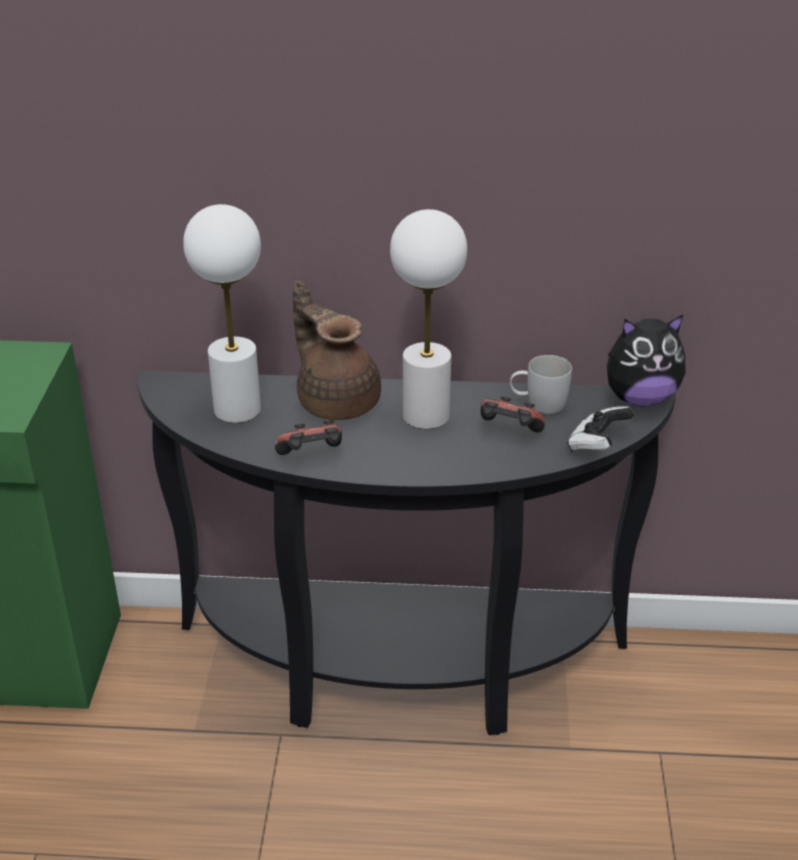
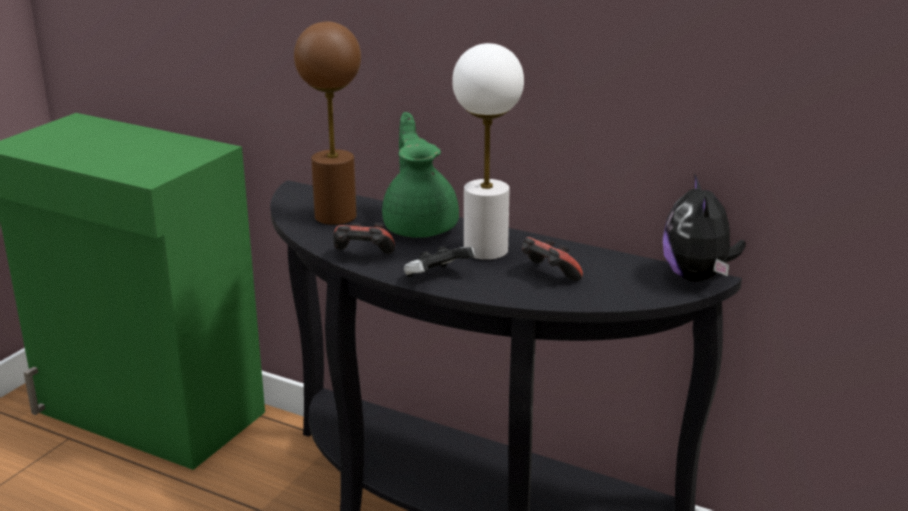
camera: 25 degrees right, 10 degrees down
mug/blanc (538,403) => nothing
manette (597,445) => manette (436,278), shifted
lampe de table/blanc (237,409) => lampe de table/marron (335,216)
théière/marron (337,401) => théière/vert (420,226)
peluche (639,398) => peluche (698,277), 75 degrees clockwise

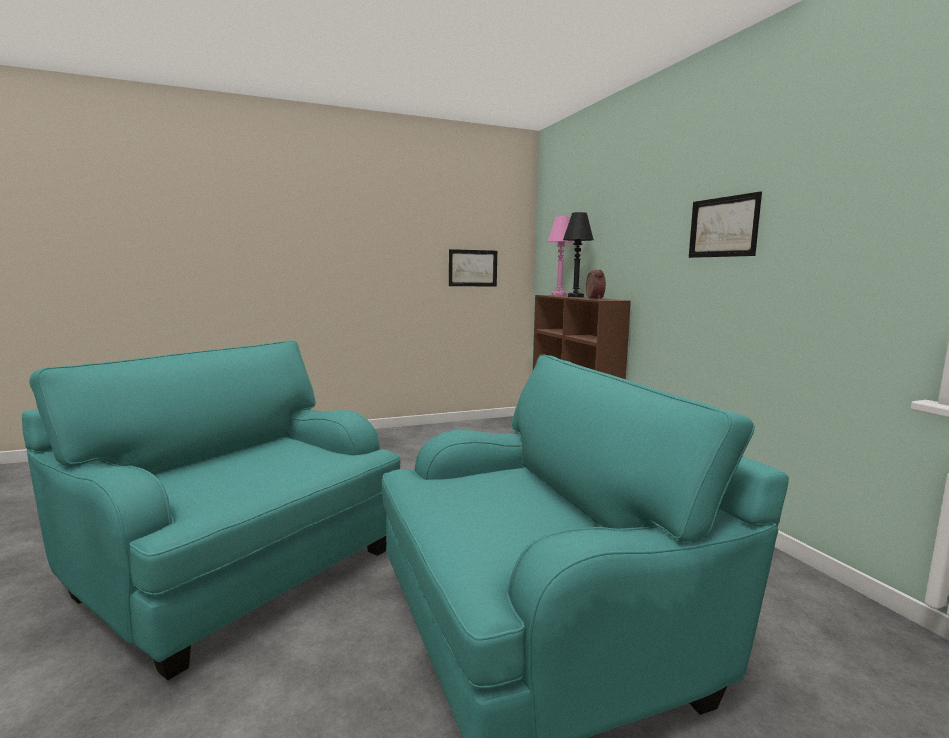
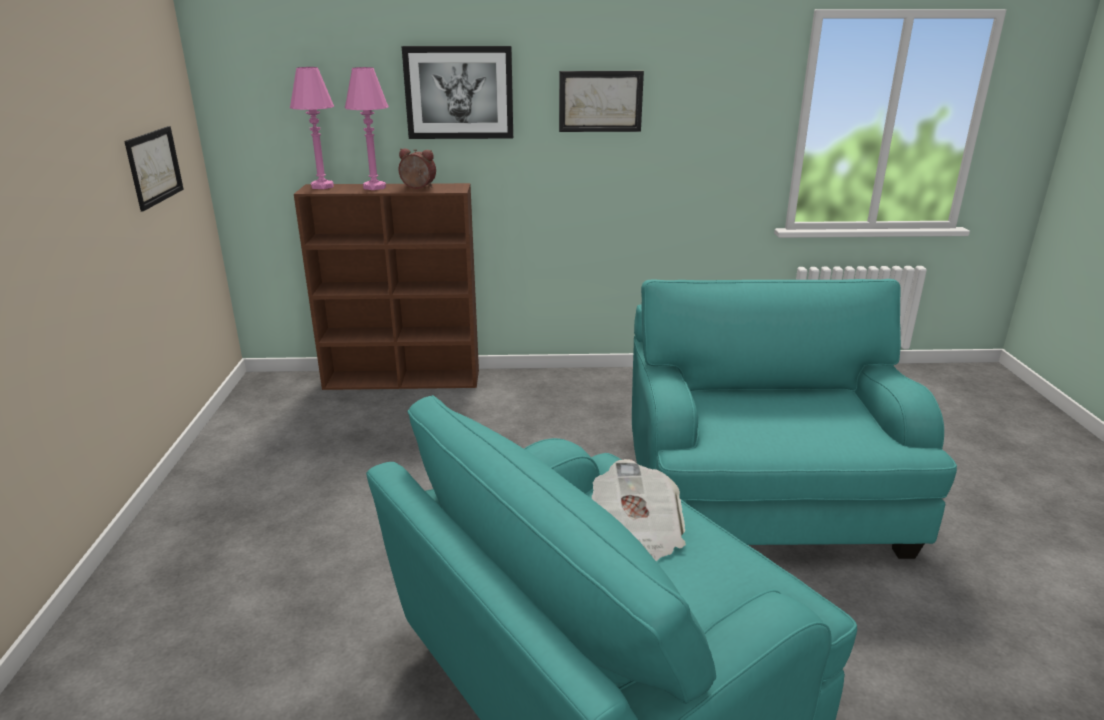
camera: 70 degrees left, 15 degrees up
nothing => tableau (459,93)
nothing => journal (637,535)
lampe de table/noir (575,296) => lampe de table/rose (374,187)

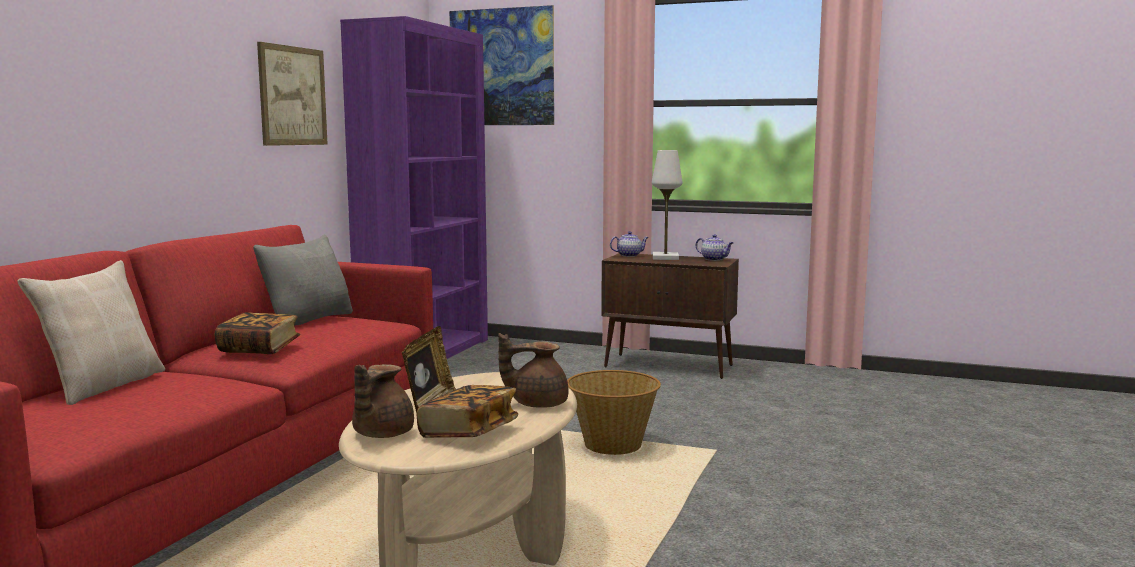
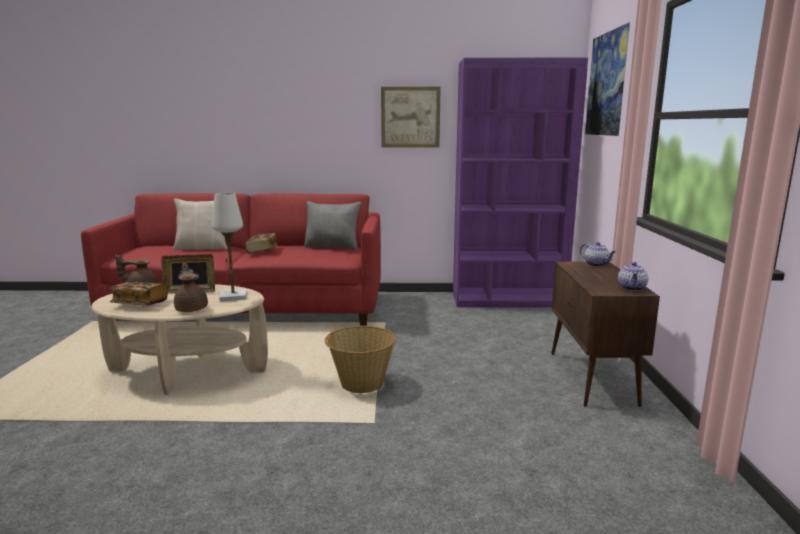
camera: 70 degrees right, 5 degrees up
lampe de table/blanc (665,258) => lampe de table/blanc (233,296), shifted

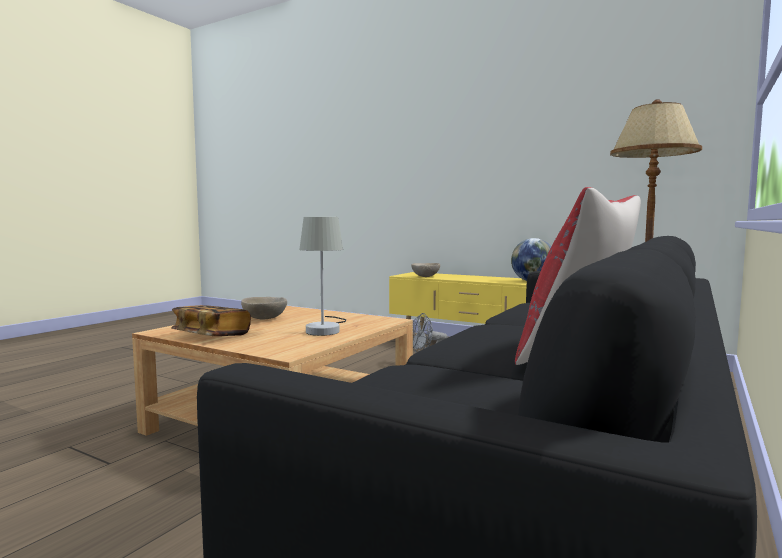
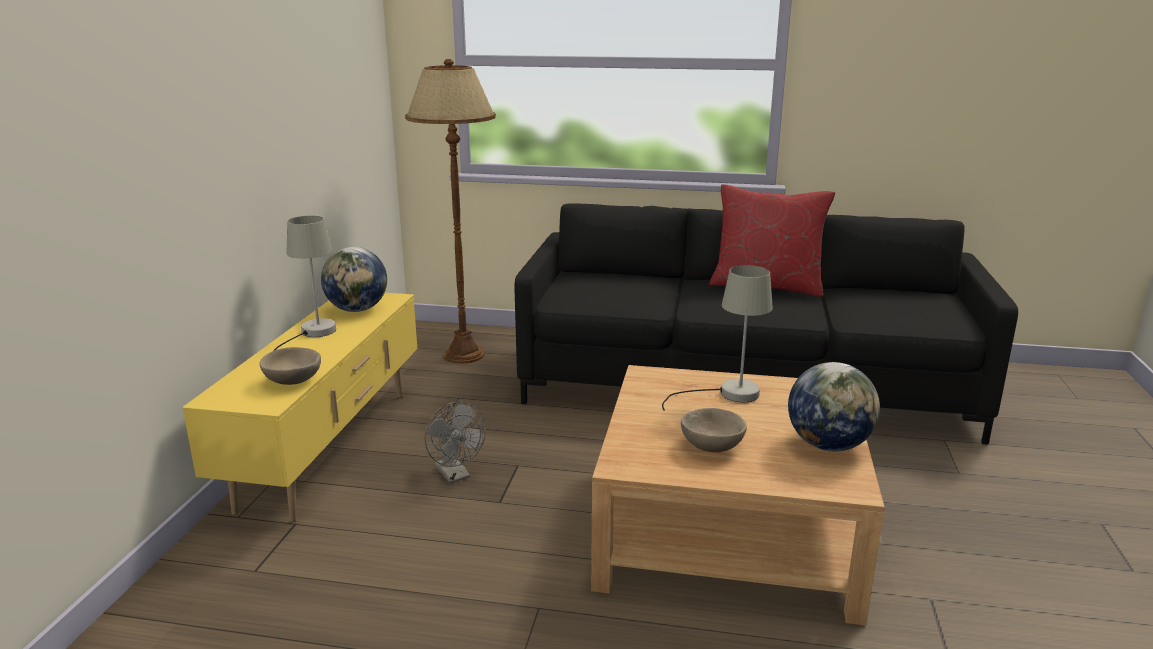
camera: 110 degrees left, 15 degrees up
nothing => lampe de table/gris (312,335)
livre (211,336) => globe (828,445)

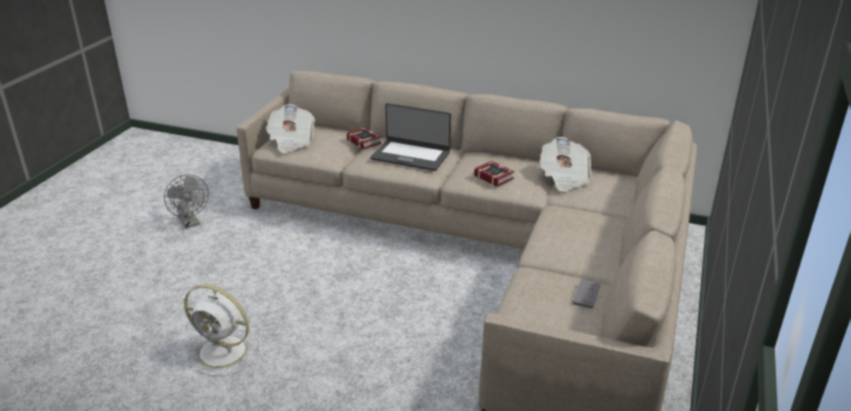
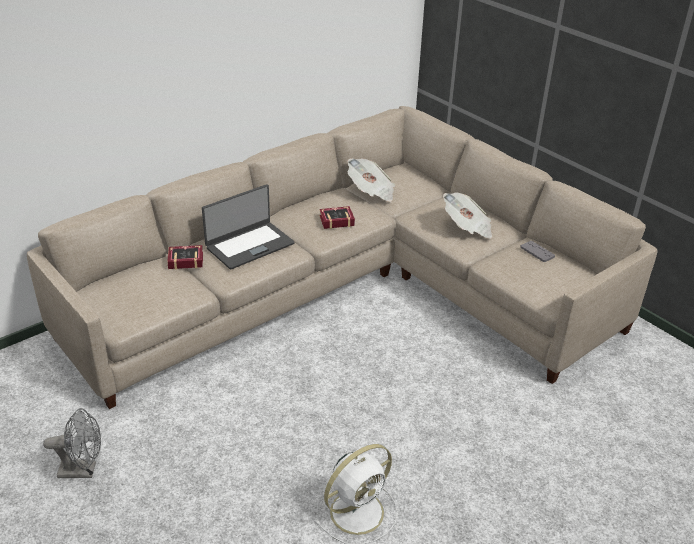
camera: 60 degrees left, 5 degrees up
journal (291,141) => journal (467,228), shifted

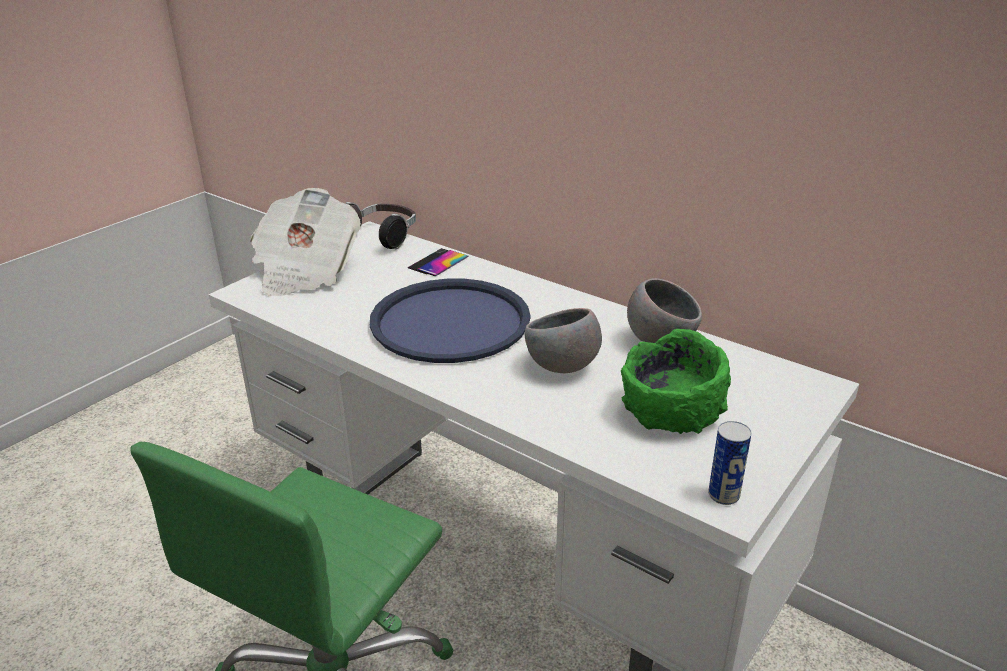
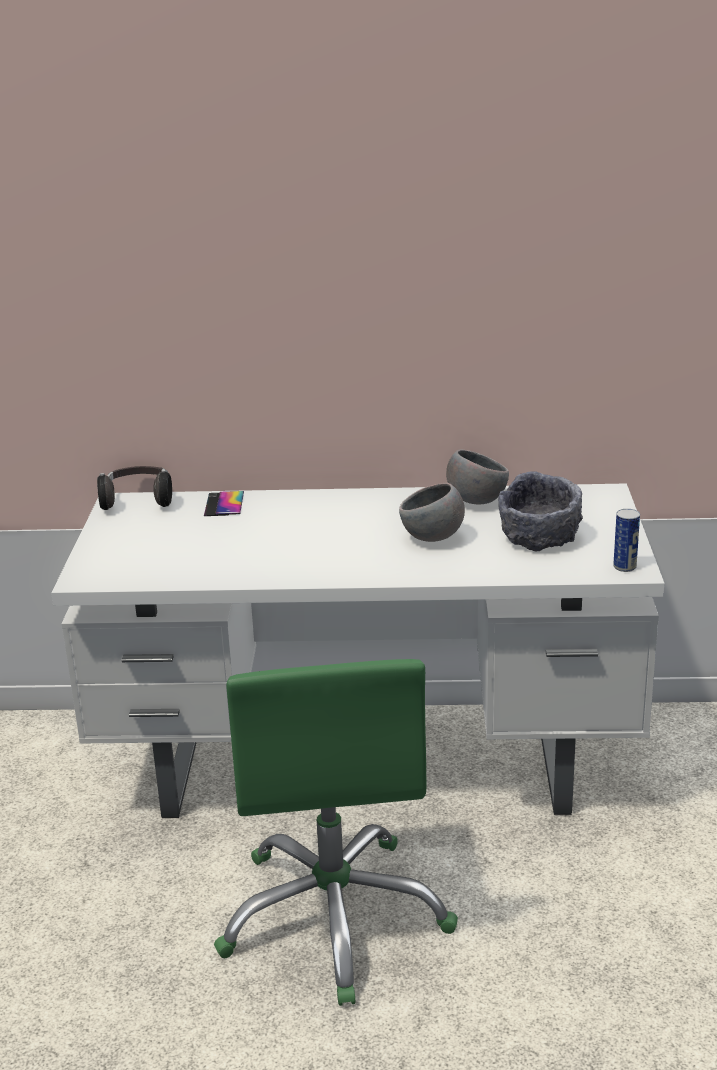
camera: 35 degrees left, 5 degrees down
journal (305,270) => nothing
plateau/bleu (450,322) => nothing
bol/vert (672,412) => bol/gris (539,538)

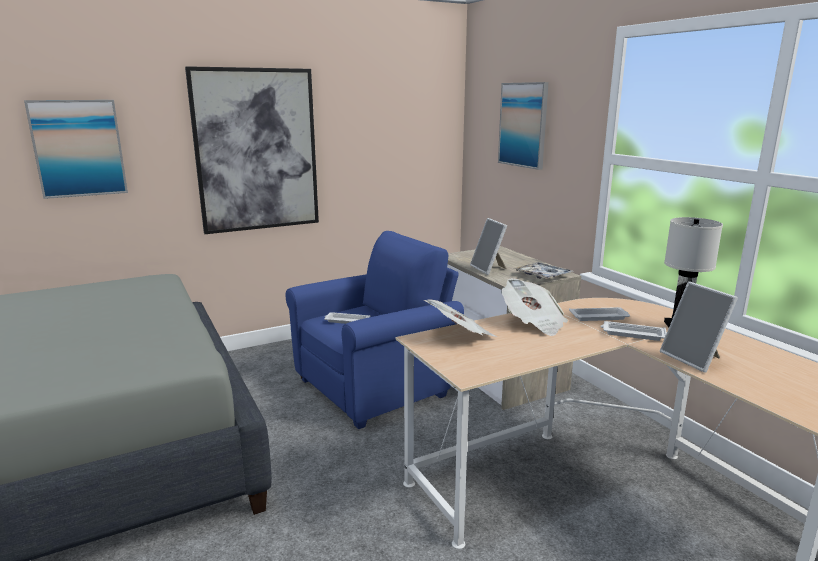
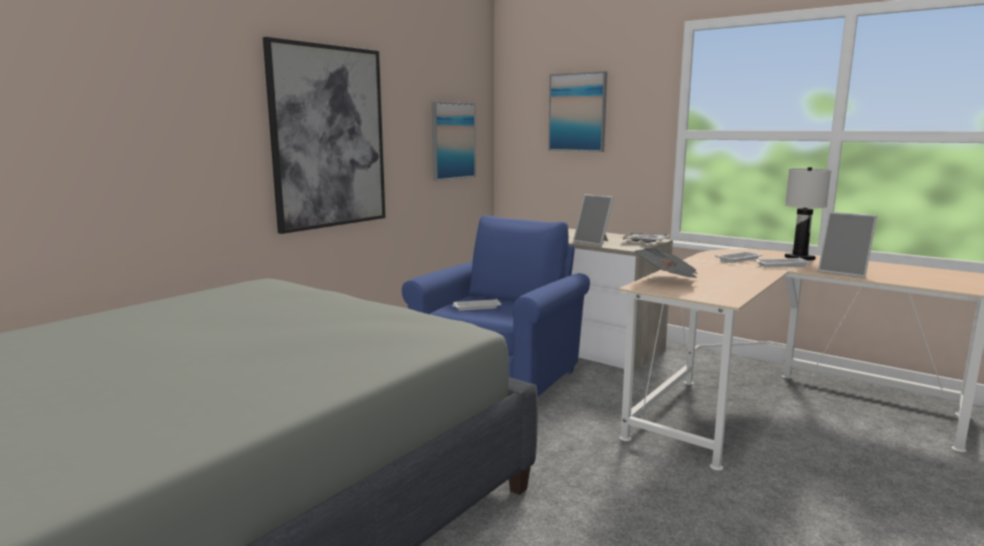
camera: 25 degrees left, 5 degrees down
journal (533,323) => nothing
tableau (78,148) => tableau (452,141), shifted

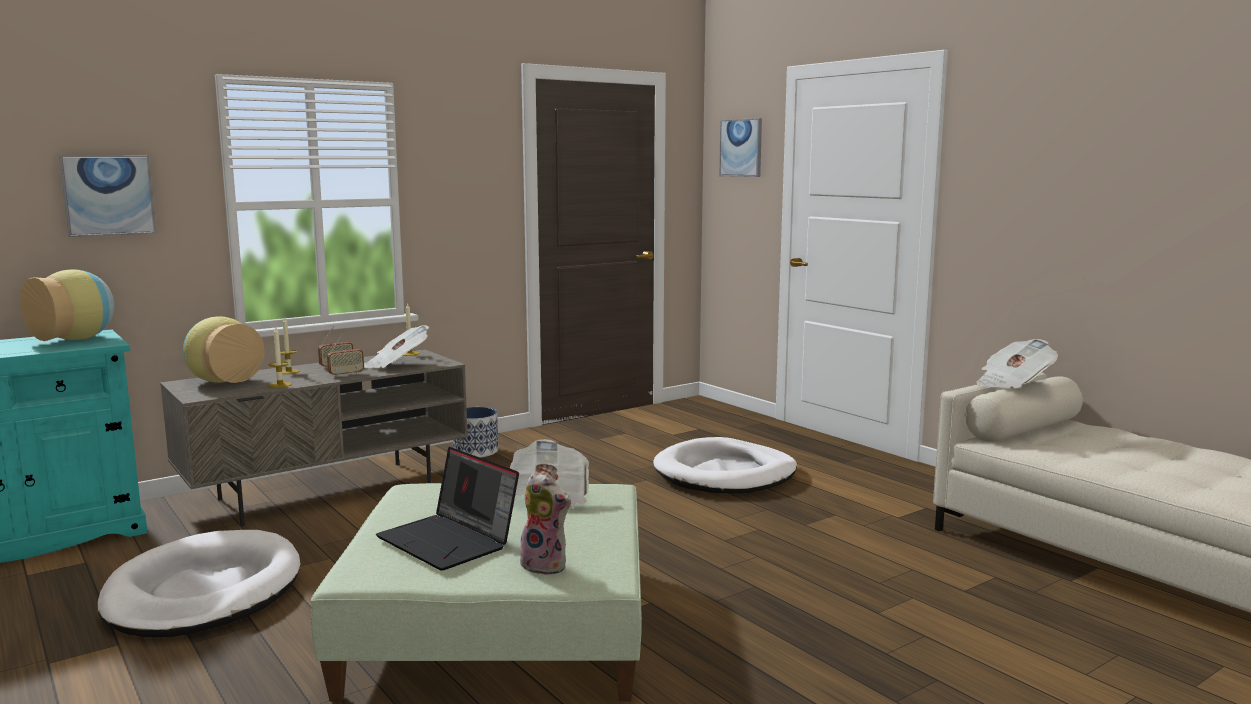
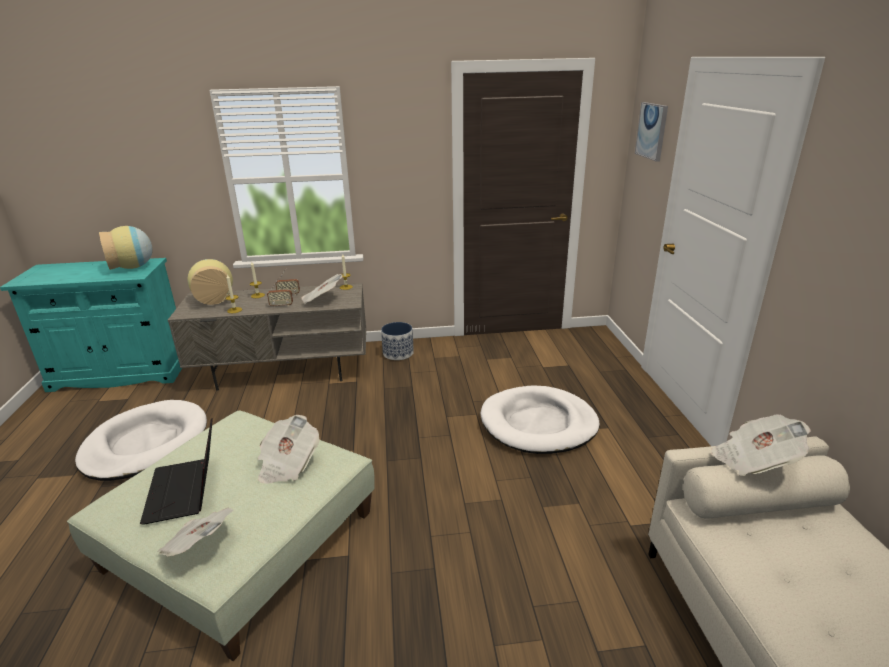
camera: 30 degrees right, 15 degrees up
tableau (108,195) => nothing
peluche (546,565) => journal (199,545)

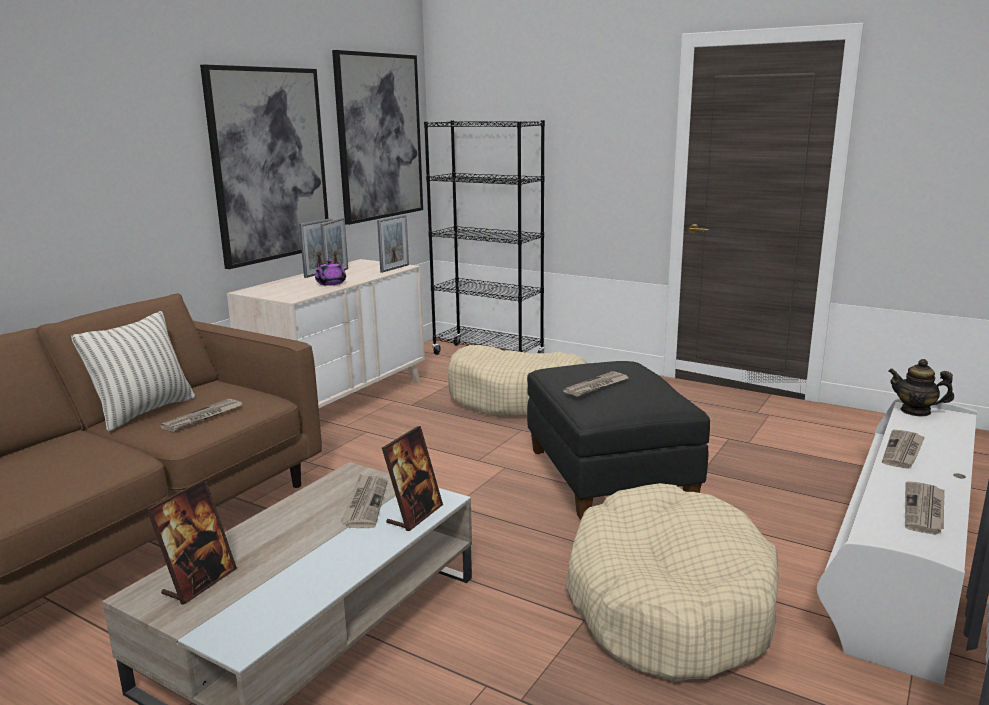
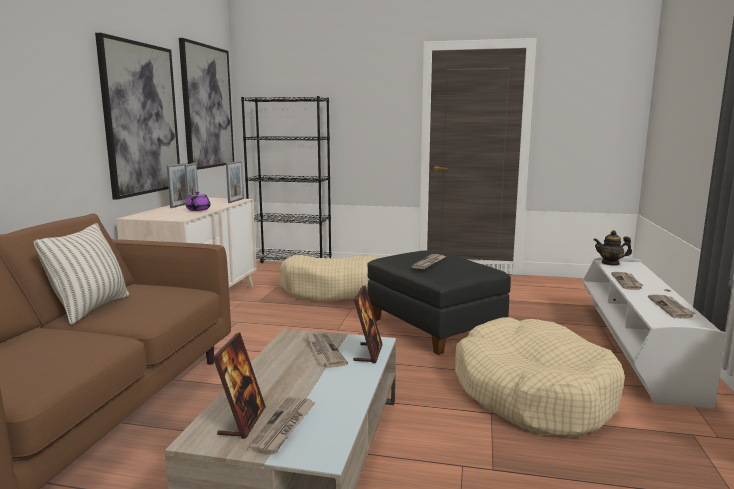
camera: 20 degrees left, 5 degrees down
journal (203,417) => journal (284,427), shifted

